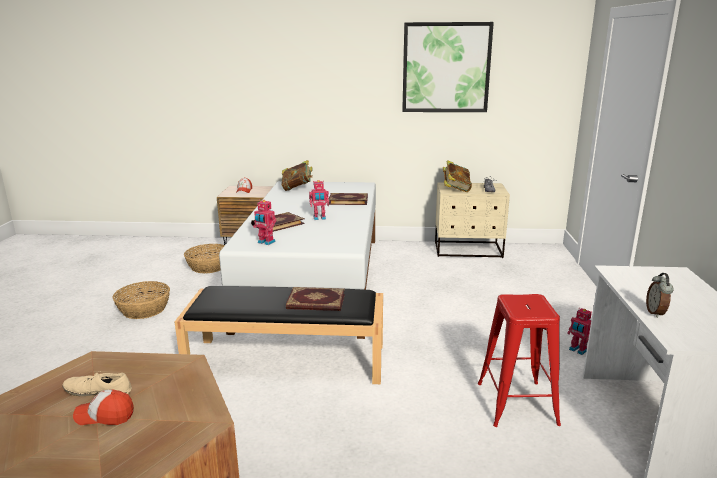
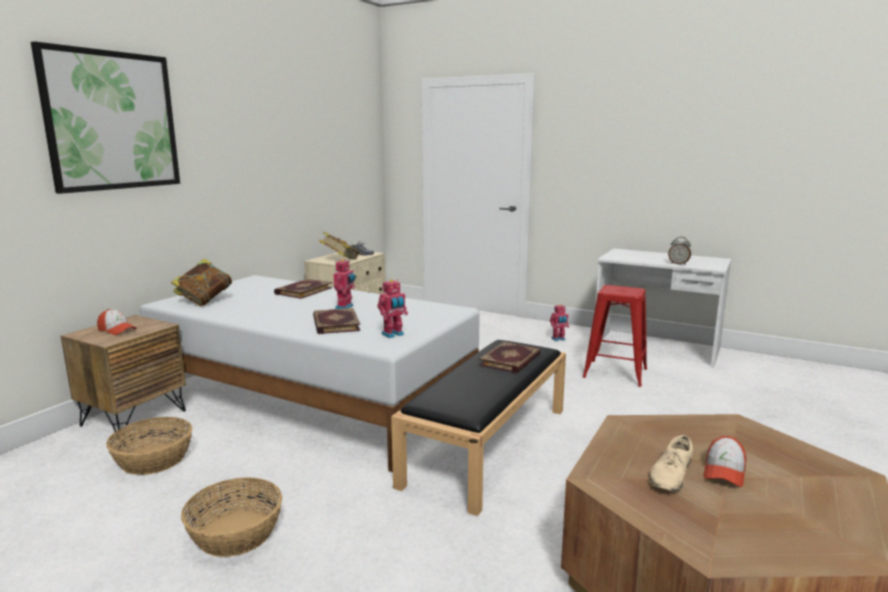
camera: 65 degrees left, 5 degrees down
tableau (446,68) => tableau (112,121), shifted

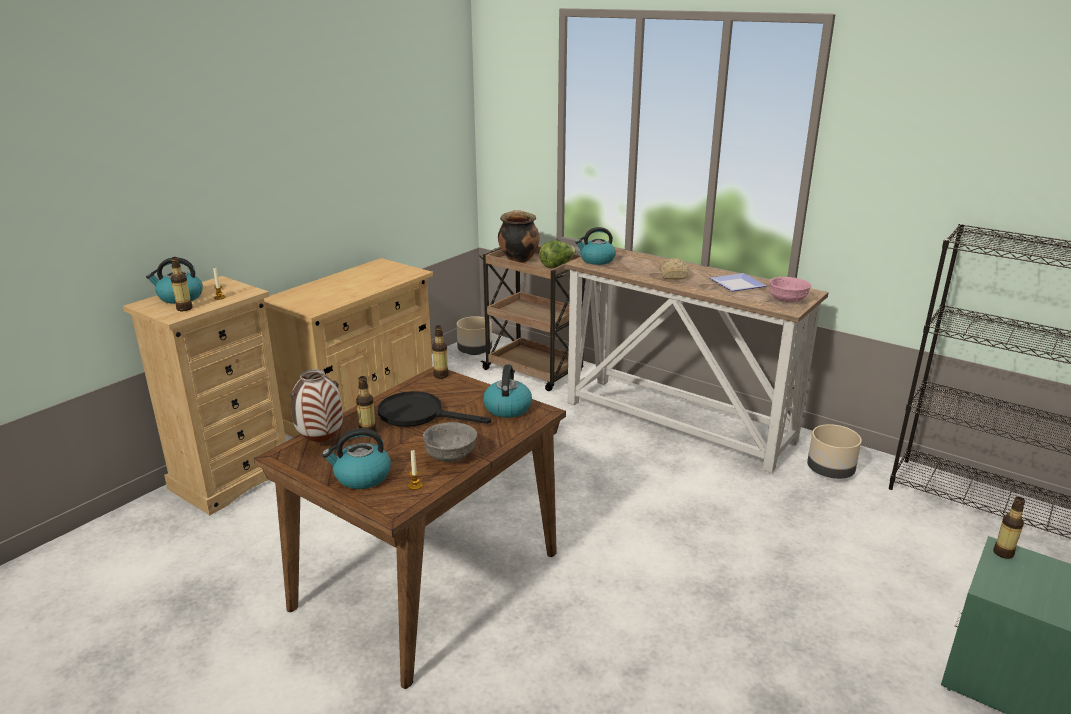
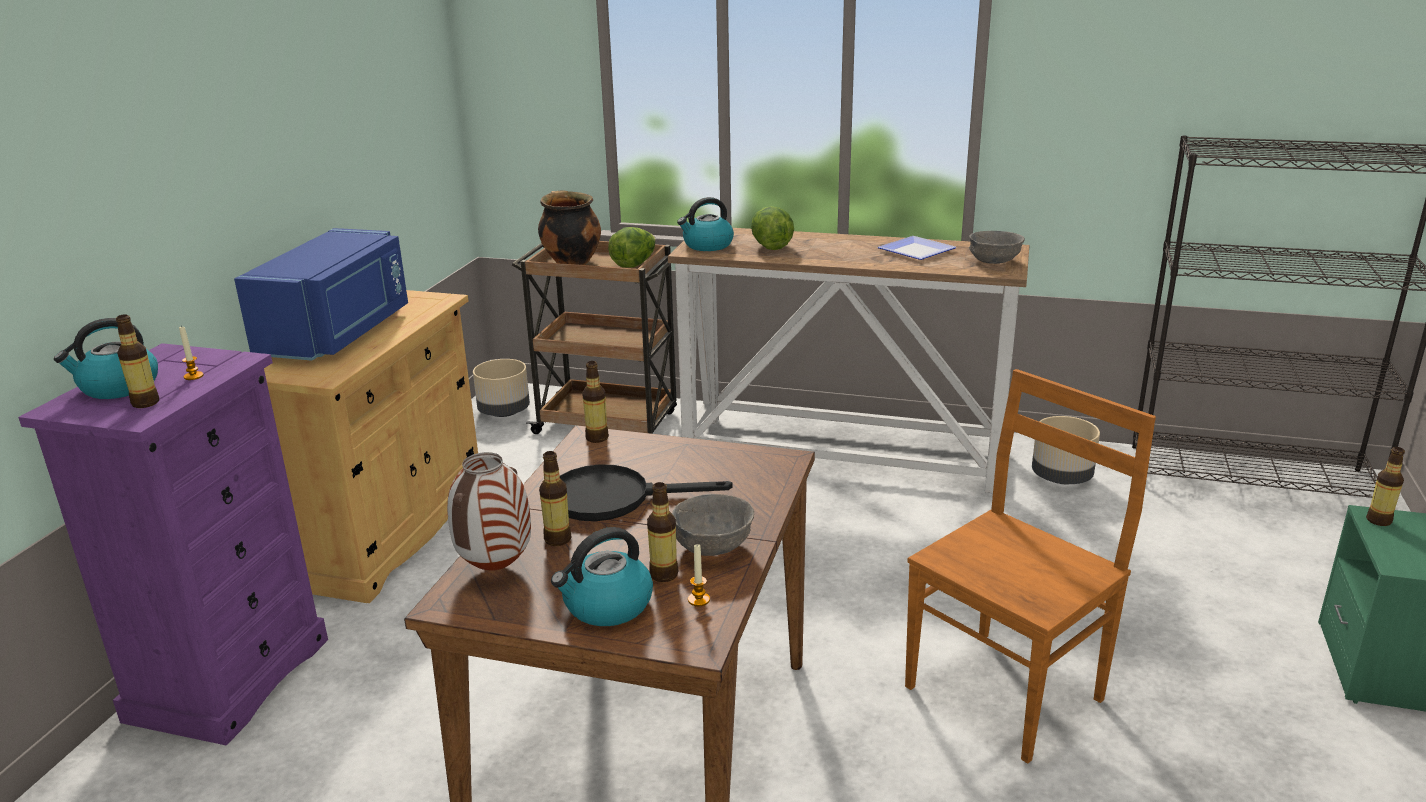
camera: 20 degrees left, 0 degrees up
bouilloire (507,408) => nothing
pain (673,275) => nothing
nothing => micro-ondes/bleu (339,333)
nothing => bouteille (663,574)
nothing => laitue (771,246)
nothing => chaise/marron (1007,690)
commode/beige (232,478) => commode/violet (229,678)
bol/rose (787,300) => bol/gris (993,262)

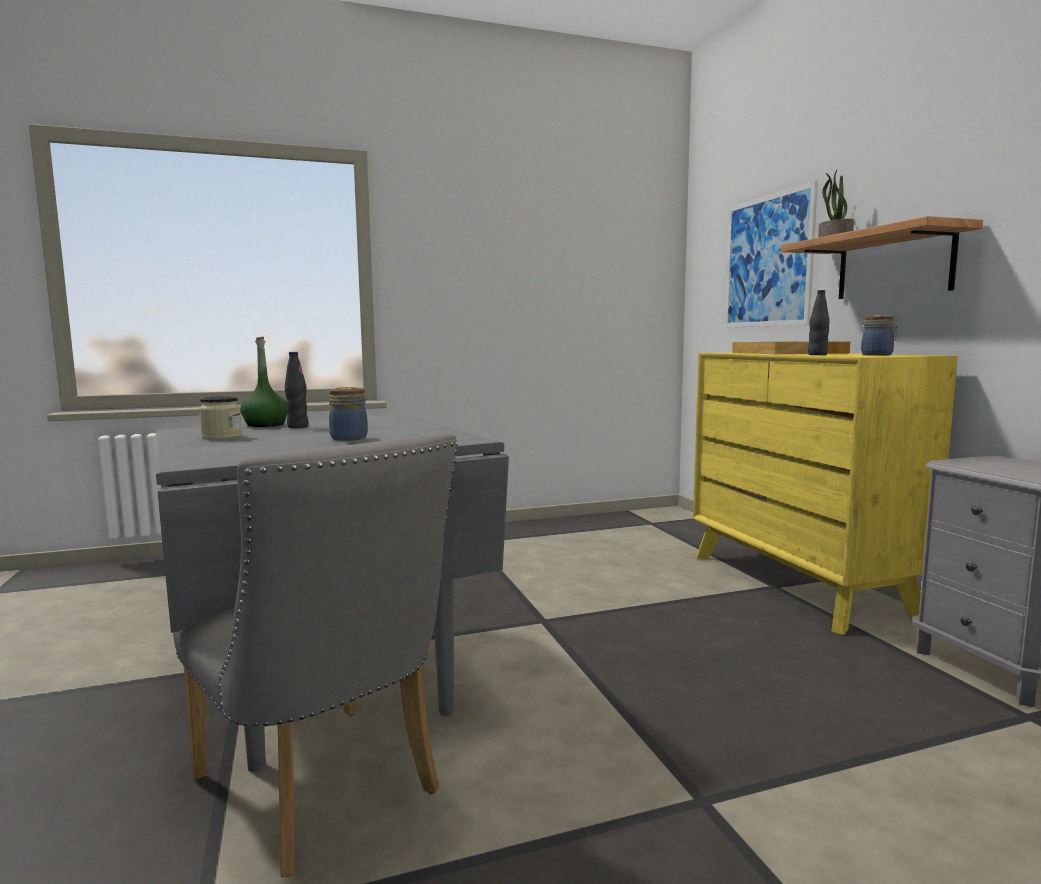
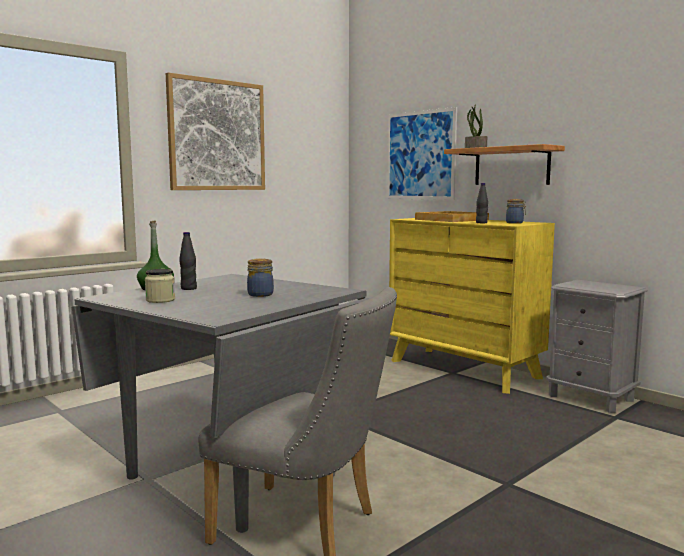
camera: 25 degrees left, 0 degrees up
nothing => tableau (217,135)

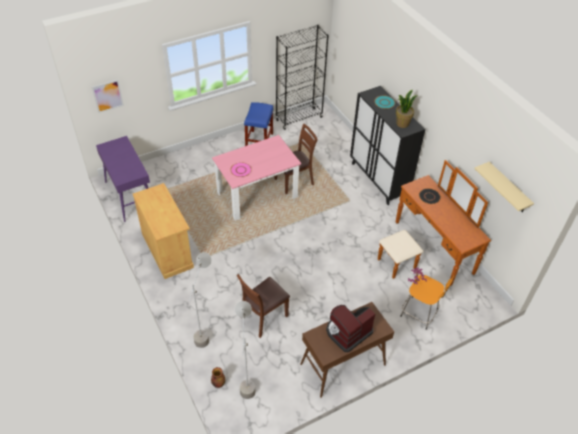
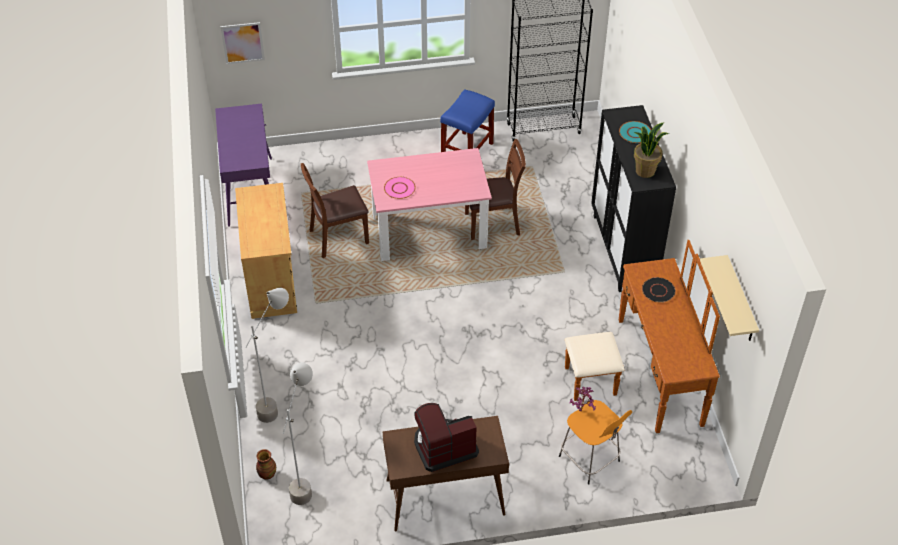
camera: 20 degrees right, 0 degrees up
chaise/marron (263,317) => chaise/marron (338,238), shifted

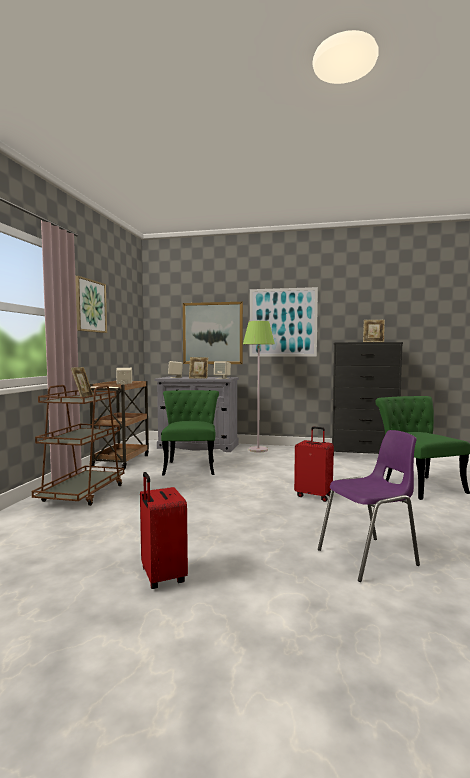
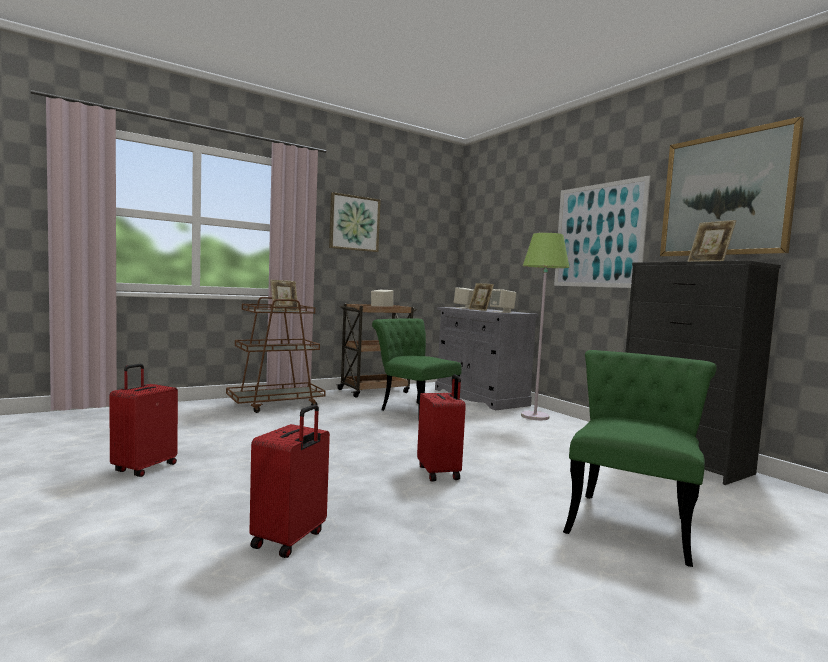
camera: 45 degrees right, 0 degrees up
tableau (212,333) => tableau (725,194), shifted
chaise/violet (370,558) => valise/rouge (290,539)
chaise/vert (190,466) => chaise/vert (413,410), 90 degrees counterclockwise

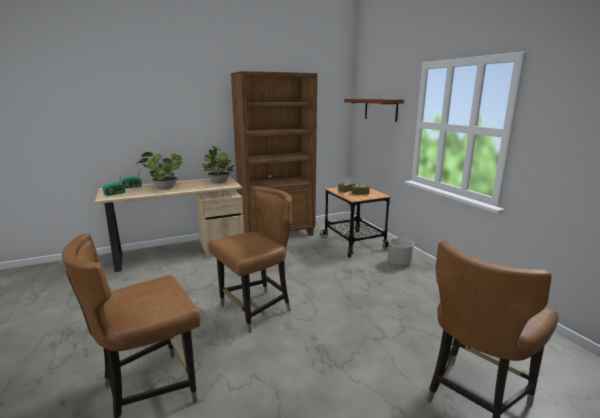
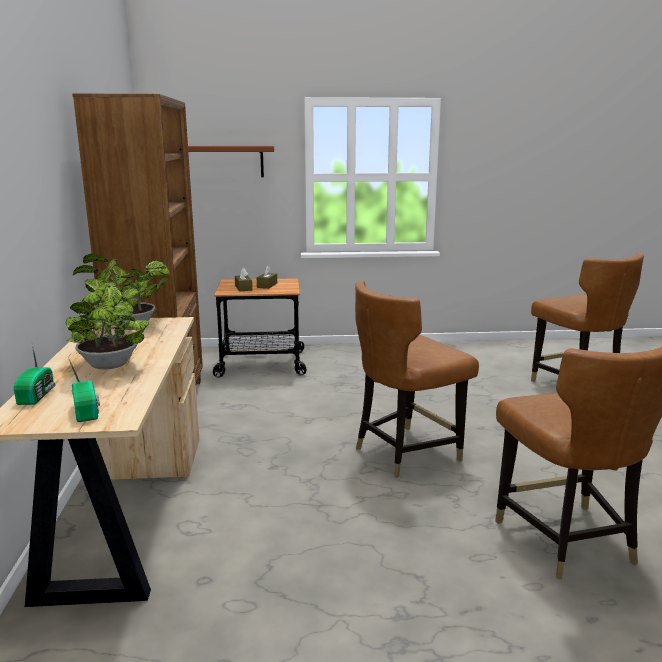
camera: 70 degrees left, 0 degrees up
cache-pot/gris (399,263) => nothing
chaise/marron (256,309) => chaise/marron (405,452), 105 degrees counterclockwise

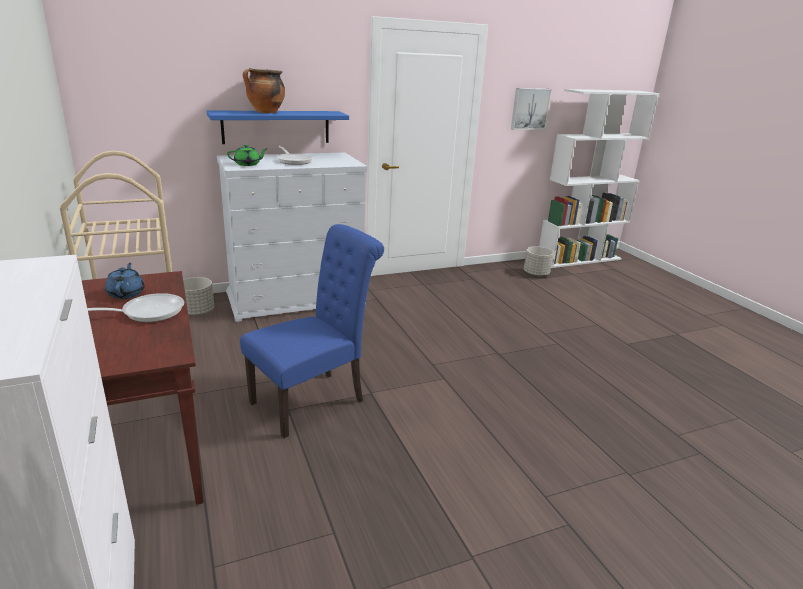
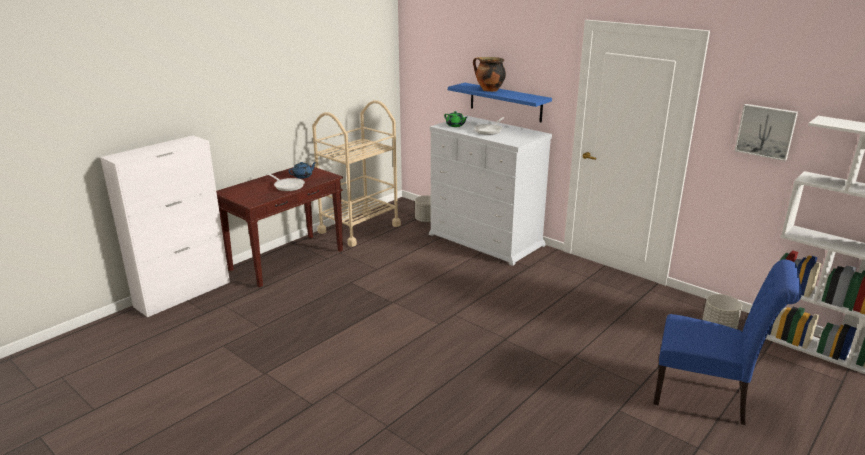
camera: 65 degrees right, 0 degrees up
chaise/bleu (314,400) => chaise/bleu (707,398), shifted

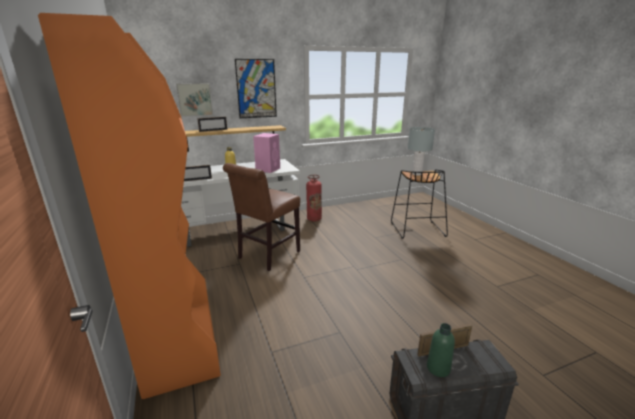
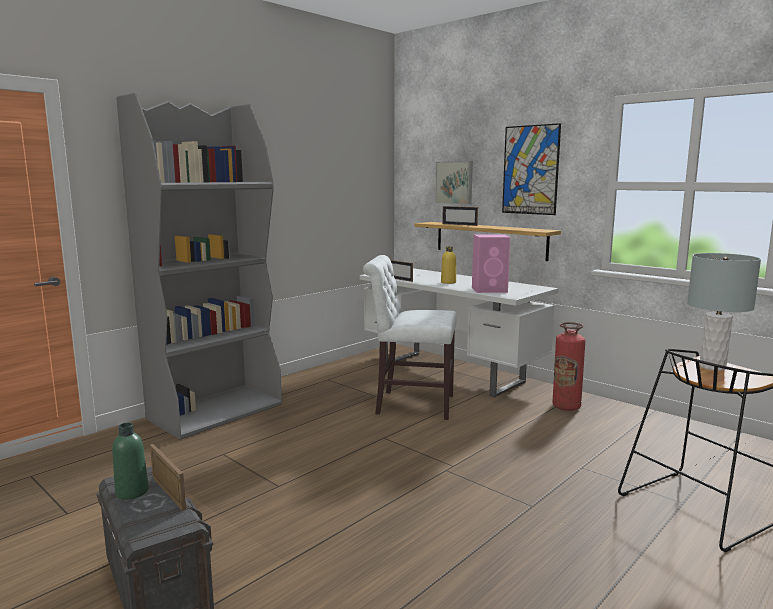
camera: 65 degrees right, 10 degrees down
bibliothèque/orange (180,344) => bibliothèque/gris (216,411)
chaise/marron (267,256) => chaise/blanc (410,405)

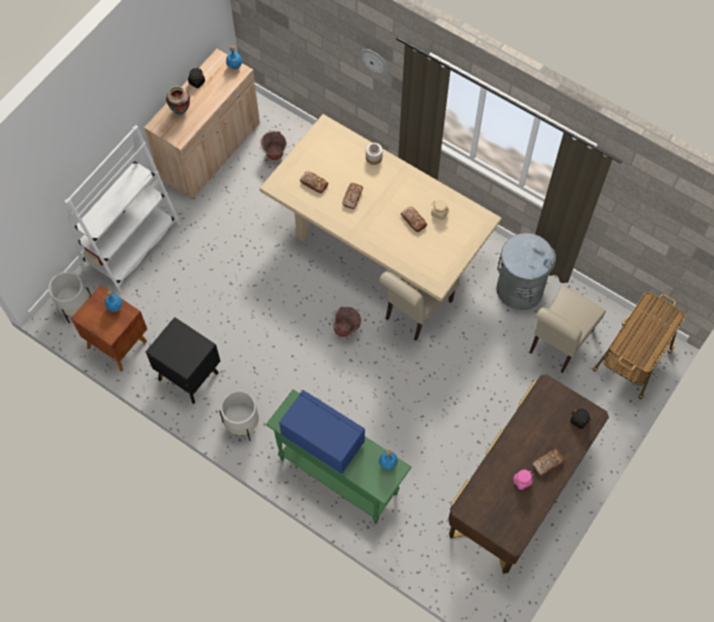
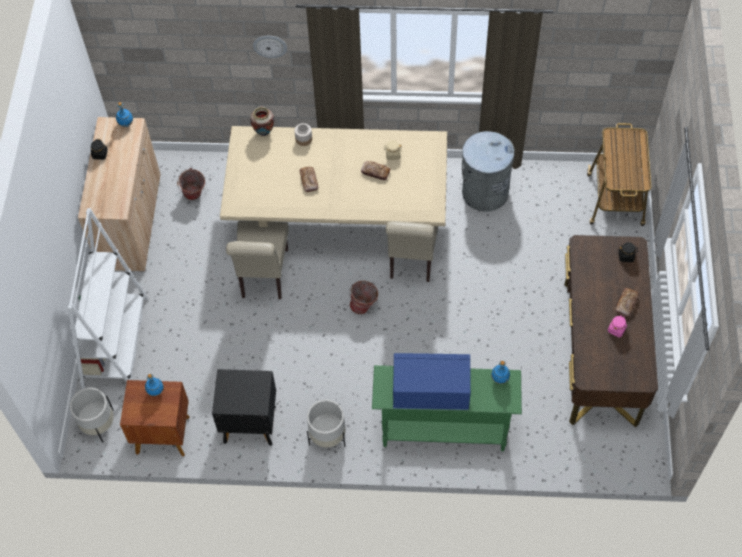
camera: 30 degrees left, 5 degrees down
pain (314,183) => nothing
vase (180,111) => vase (264,133), shifted
chaise/beige (558,344) => chaise/beige (263,277), shifted

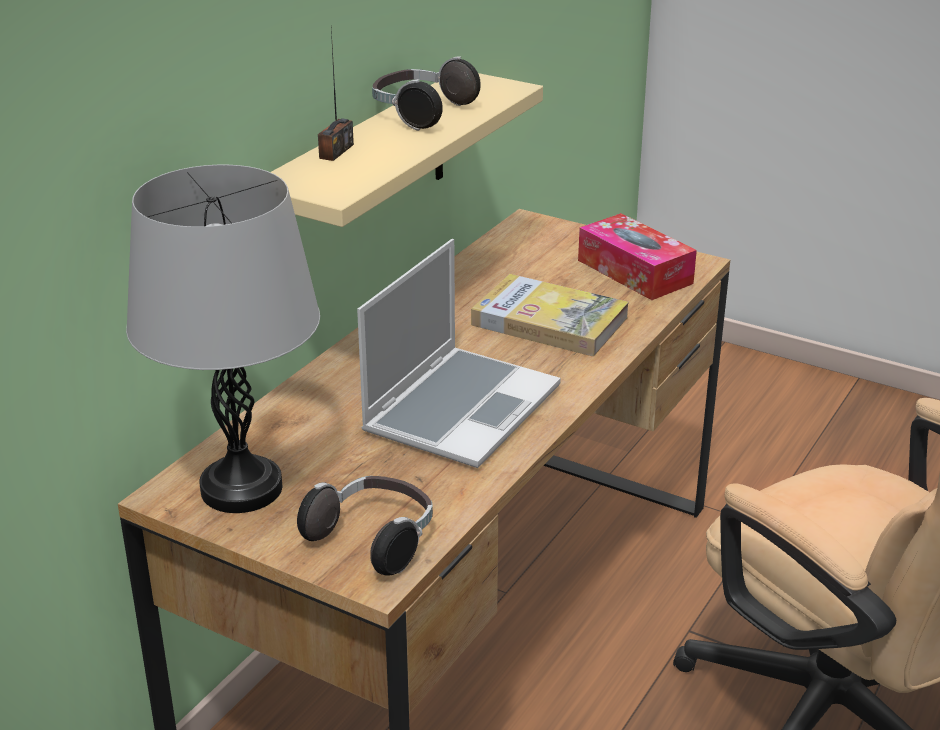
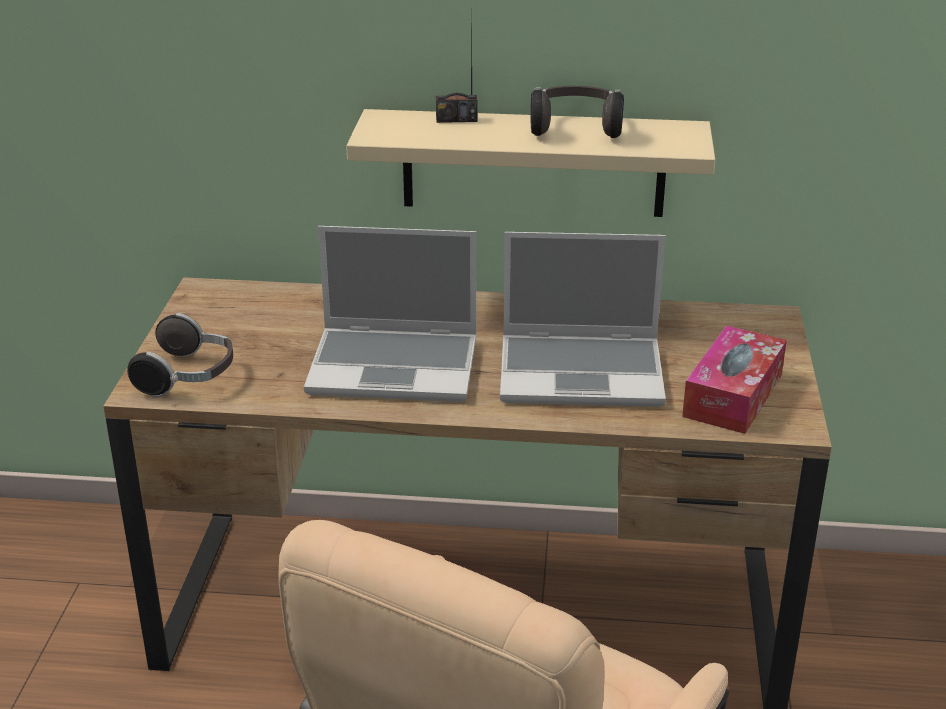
camera: 65 degrees right, 0 degrees up
lampe de table/gris (241,488) => nothing
livre (549,321) => ordinateur portable (583,372)

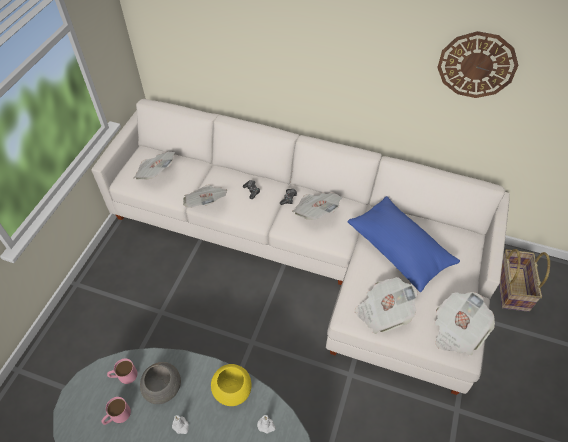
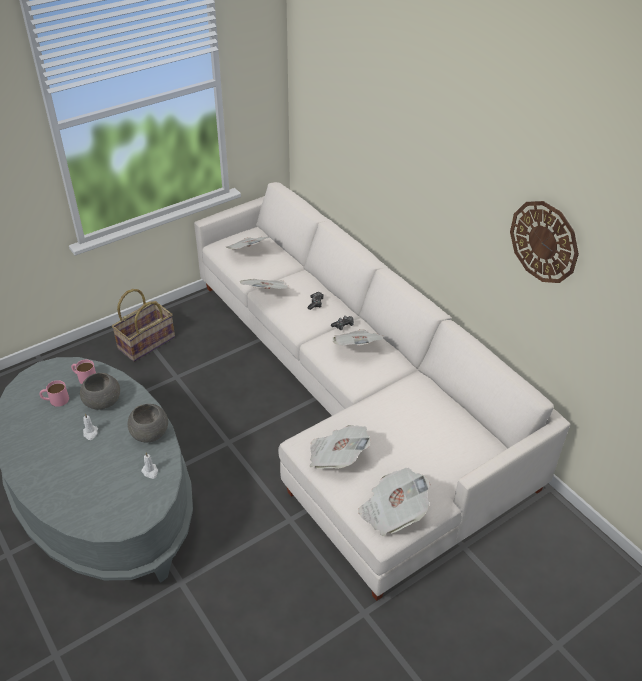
camera: 35 degrees right, 10 degrees down
coussin/bleu (399,249) => nothing
panier (511,288) => panier (146,342), shifted
bol/jaune (233,391) => bol/gris (149,433)

